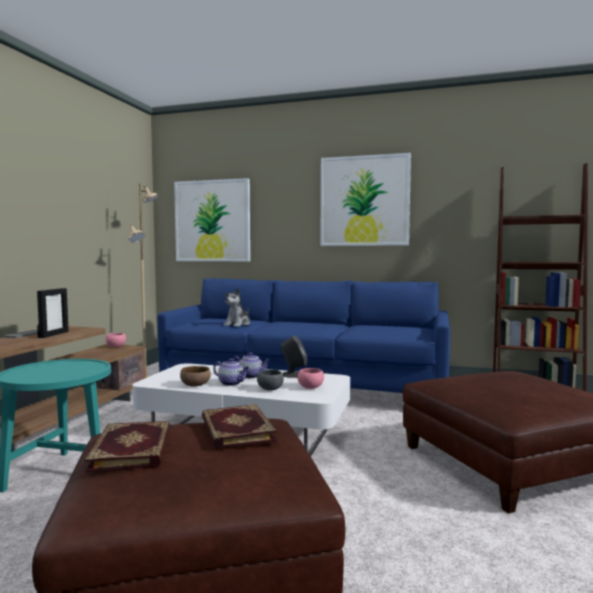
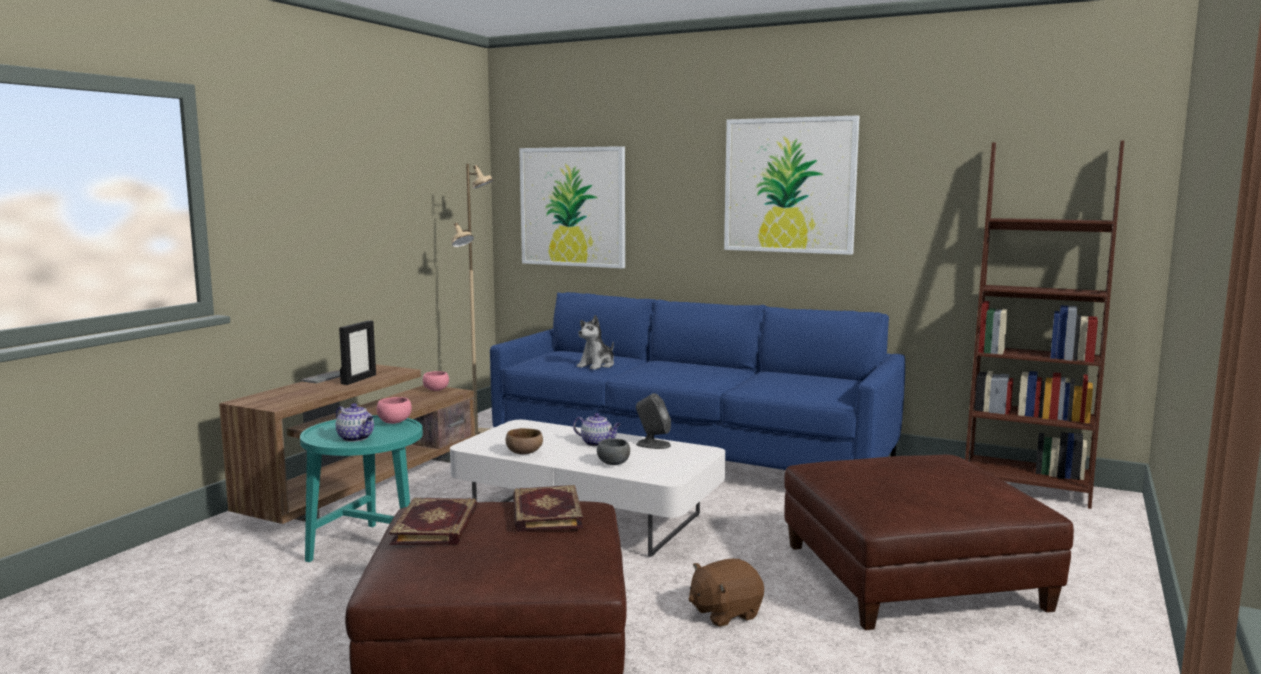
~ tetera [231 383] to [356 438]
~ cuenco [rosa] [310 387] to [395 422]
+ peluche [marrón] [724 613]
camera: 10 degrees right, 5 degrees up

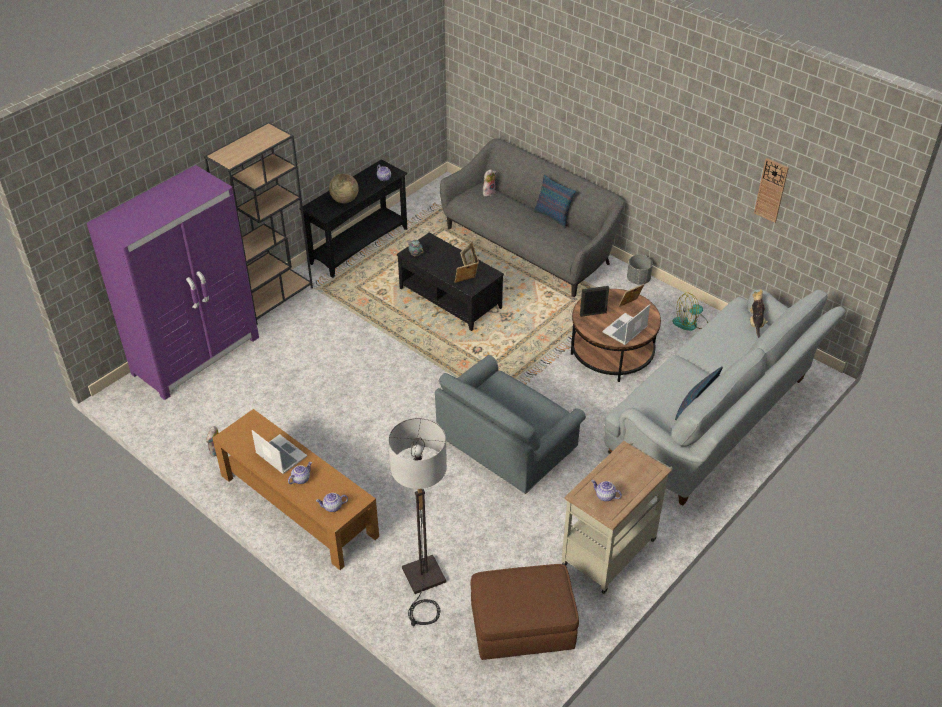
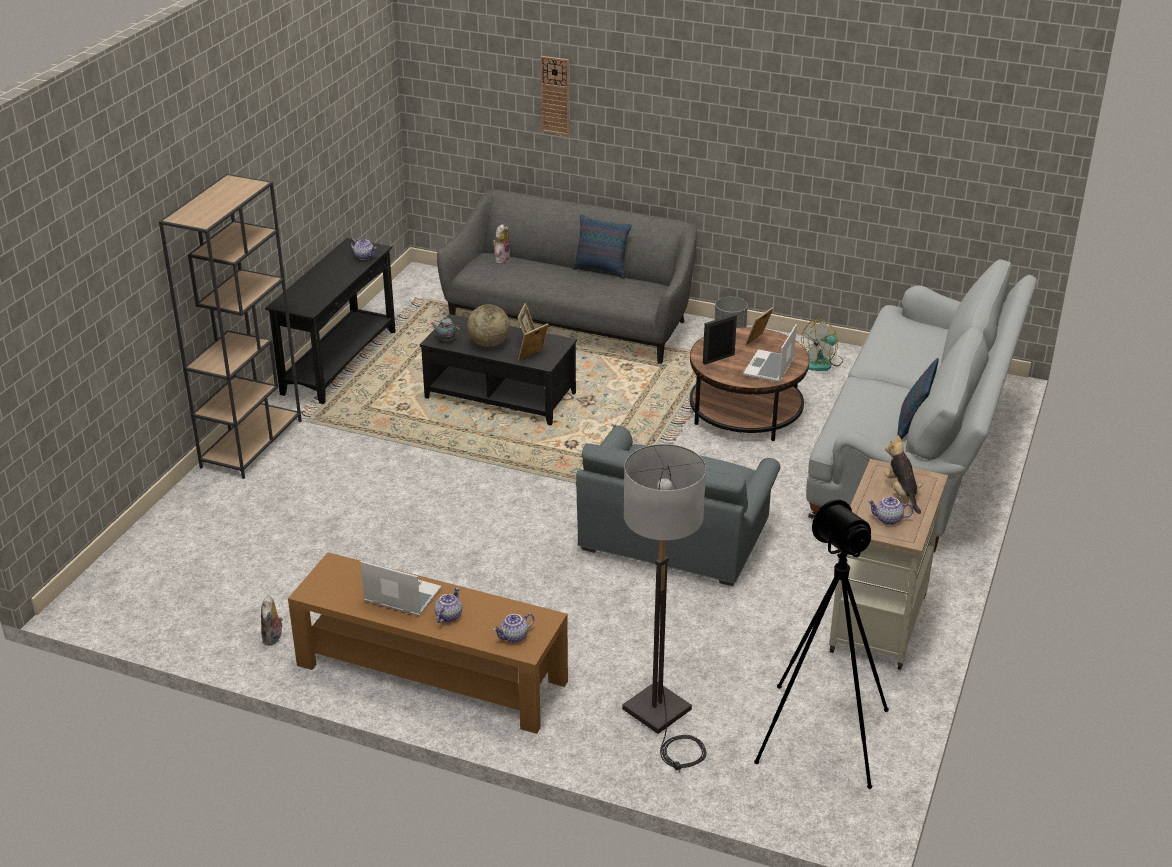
~ reloj de pared [771 190] to [555 95]
- armario [morado] [197 355]
~ globo terráqueo [344 200] to [489 344]
~ peluche [756 323] to [902 493]
~ puf [marrón] [521 628] to lámpara de pie [negro] [822 736]
camera: 20 degrees left, 10 degrees down

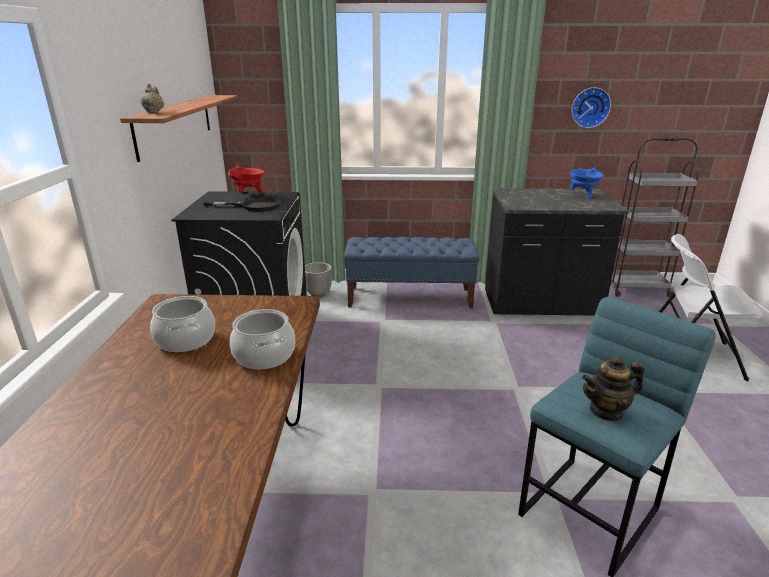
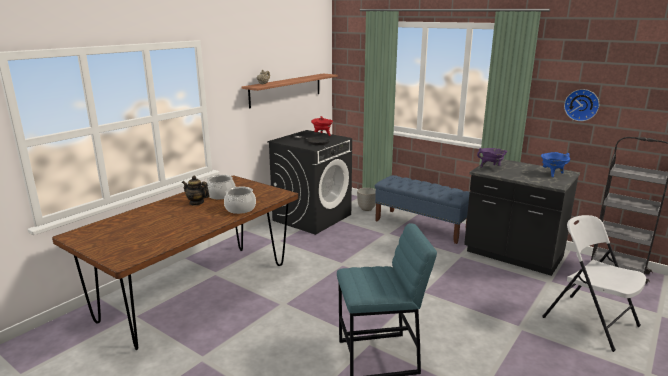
~ tetera [606 411] to [196 202]
+ olla [morado] [491 167]
camera: 35 degrees right, 5 degrees down

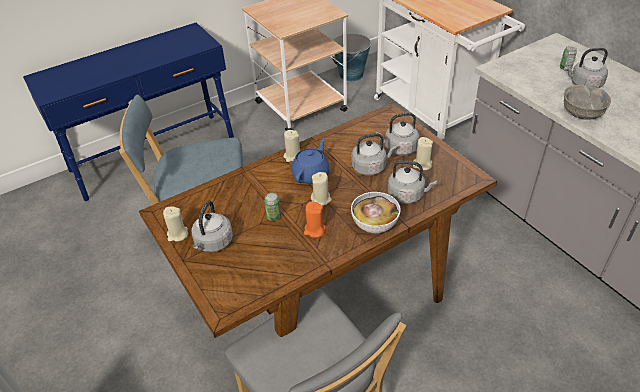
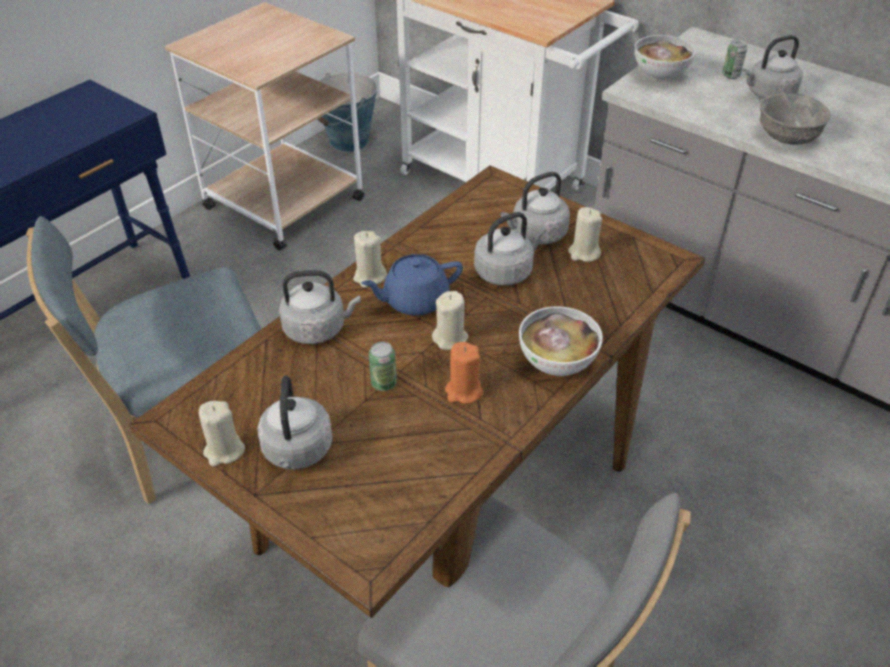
~ tetera [azul] [311 174] = [414 300] 120 degrees counterclockwise
~ hervidor [gris] [407 195] to [318 329]
+ cuenco [660 76]
camera: 20 degrees left, 0 degrees up

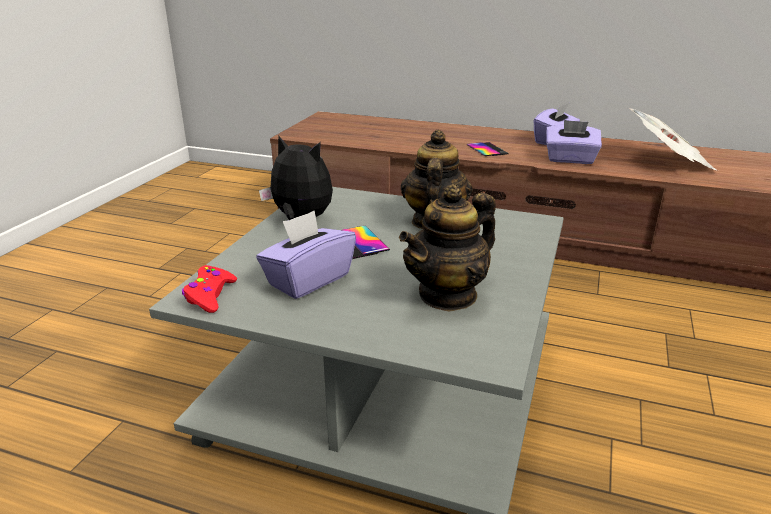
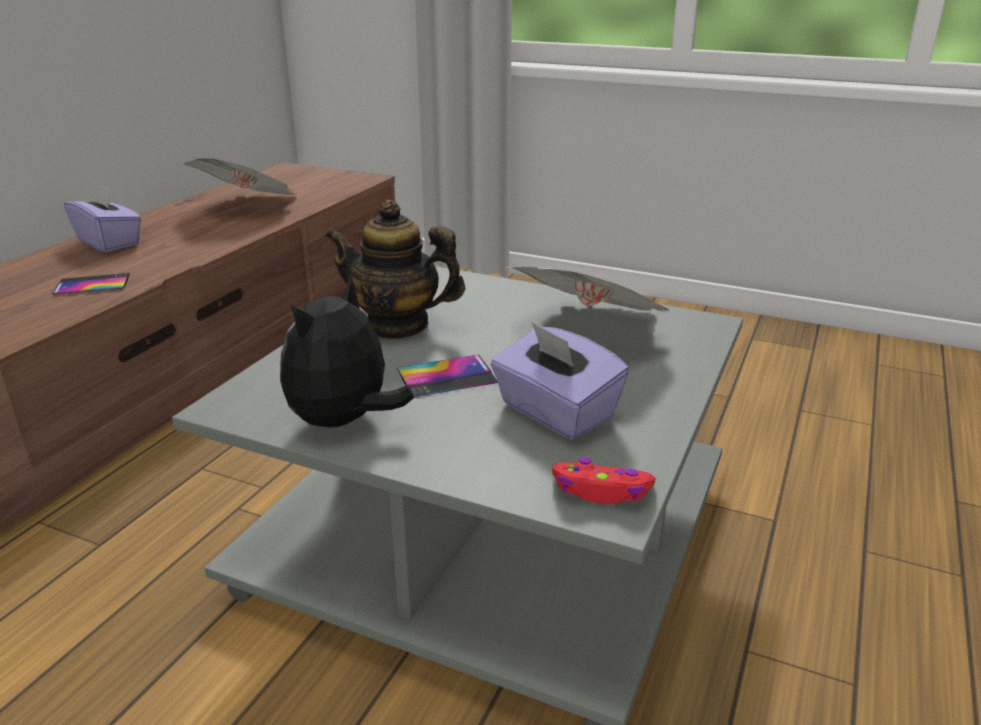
- caja de pañuelos [morado] [570 159]
~ tetera [448 295] to periódico [591 332]
camera: 85 degrees left, 0 degrees up

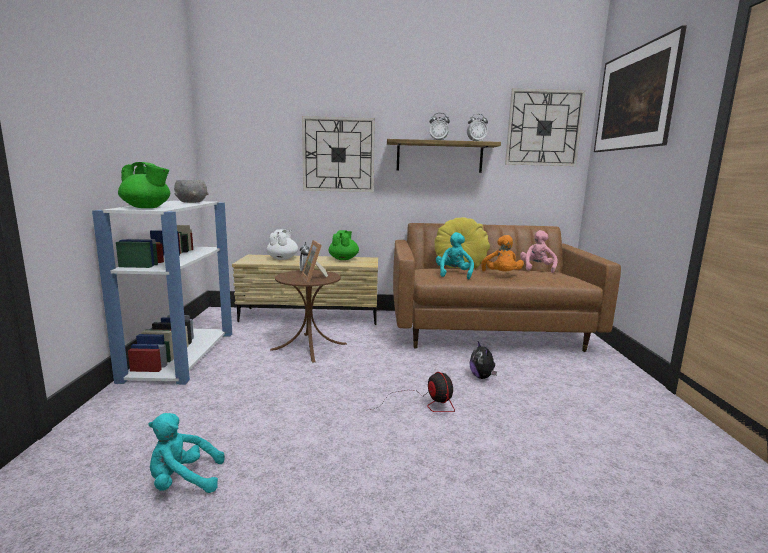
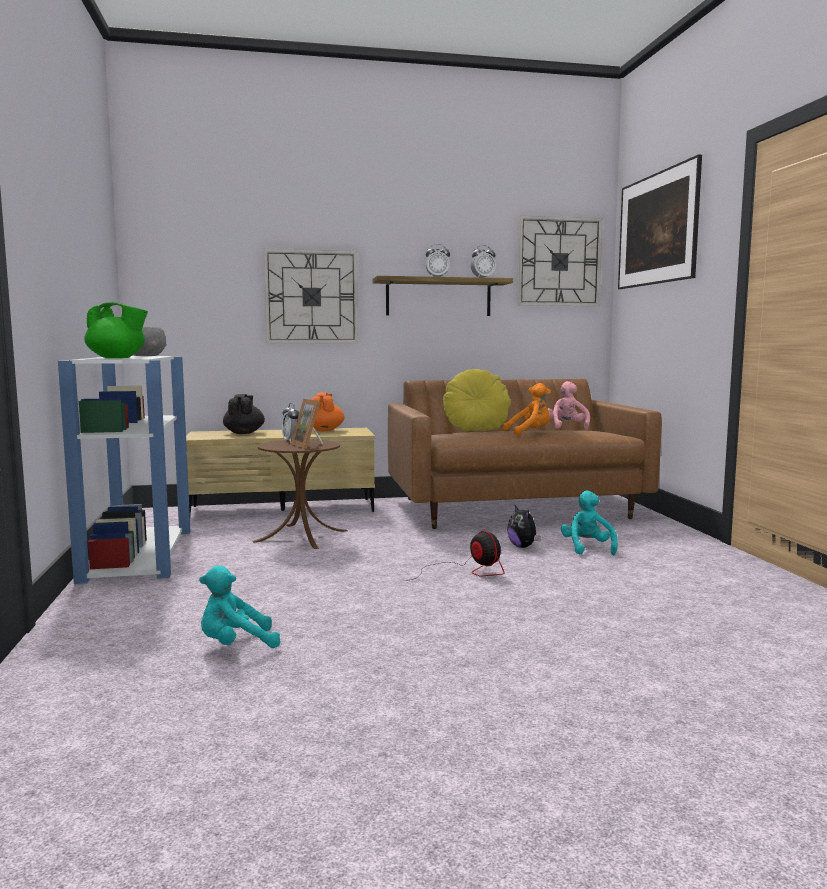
~ tetera [blanco] [282 258] to tetera [negro] [244 433]
~ tetera [verde] [343 259] to tetera [naranja] [324 430]
~ peluche [turquesa] [453 274] to [587 548]
~ peluche [naranja] [501 275] = [530 433] 90 degrees counterclockwise
camera: 10 degrees left, 5 degrees down

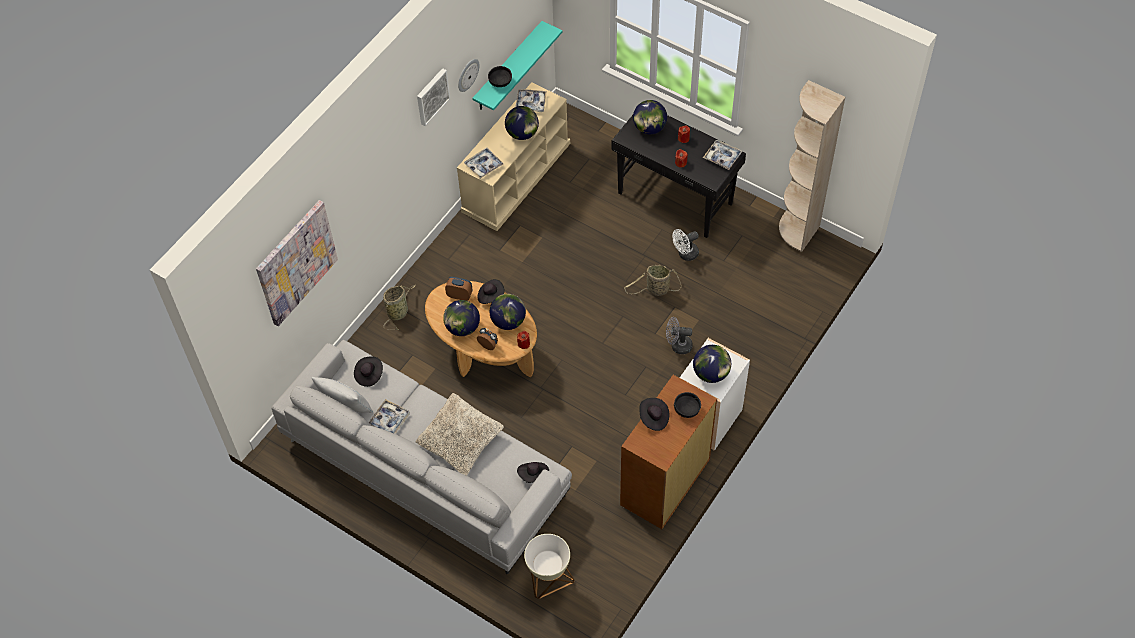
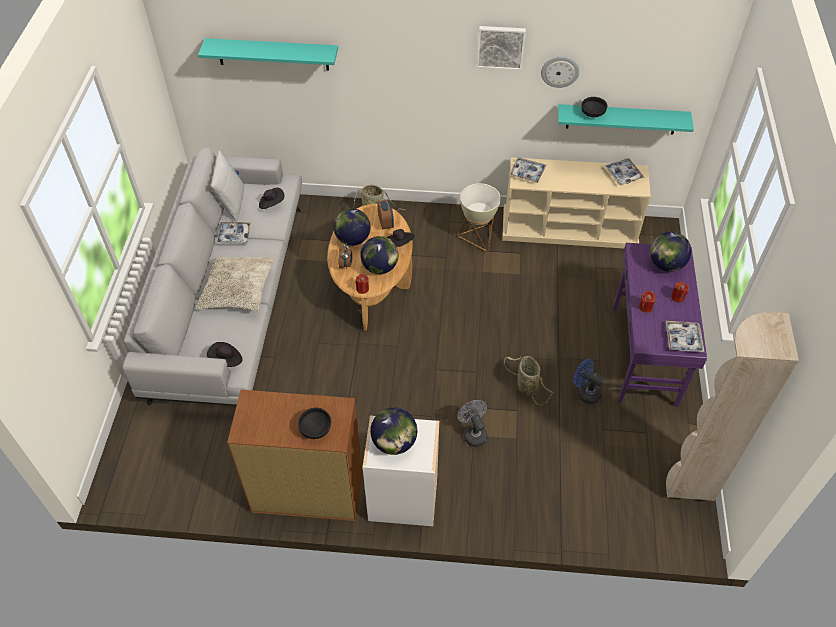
- globo terráqueo [522 133]
~ mesa consola [negro] [676 199] to mesa consola [morado] [644 356]
~ cuadro [296 262] to estante [turquesa] [273 54]
~ ventilador [blanco] [685 254] to ventilador [azul] [585 392]
- sombrero [negro] [653 418]
~ maceta [548 580] to [477 237]
camera: 60 degrees right, 5 degrees down

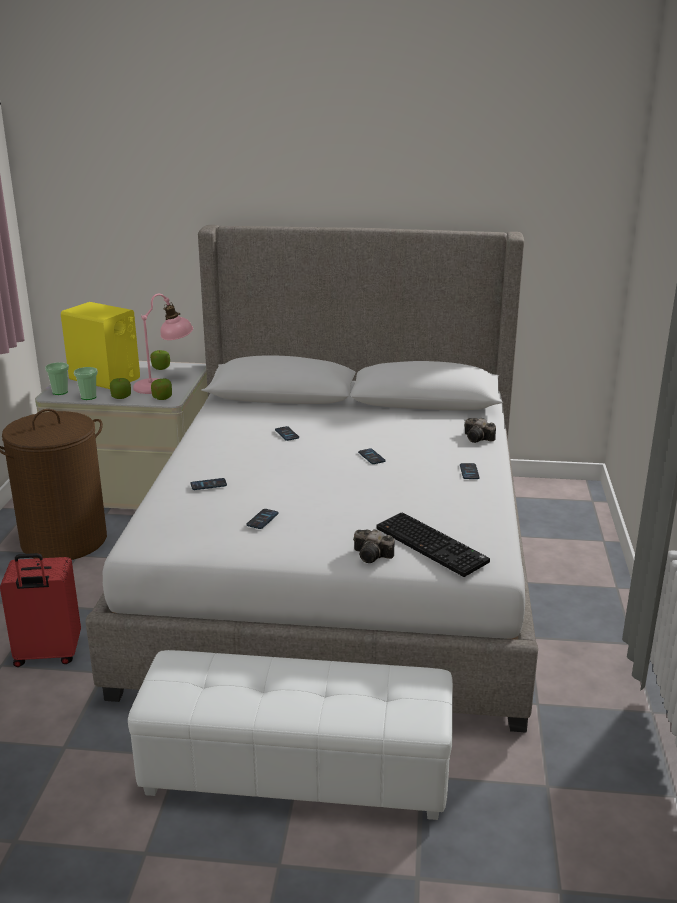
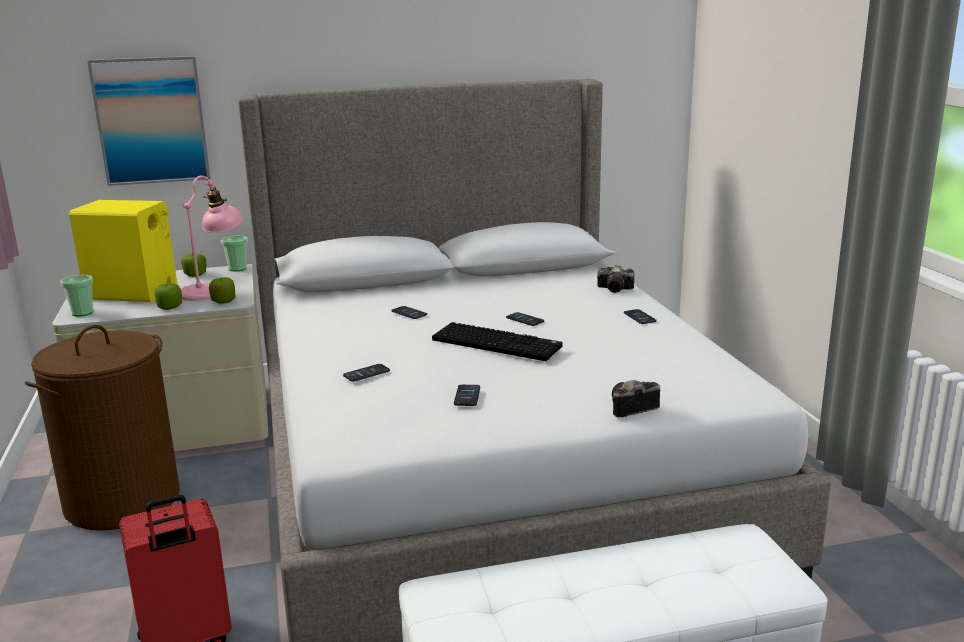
~ taza [88 397] to [237 269]
~ teclado [433 545] to [498 343]
~ cámara [373 556] = [629 409] 150 degrees clockwise
+ cuadro [151 120]
camera: 20 degrees left, 5 degrees down

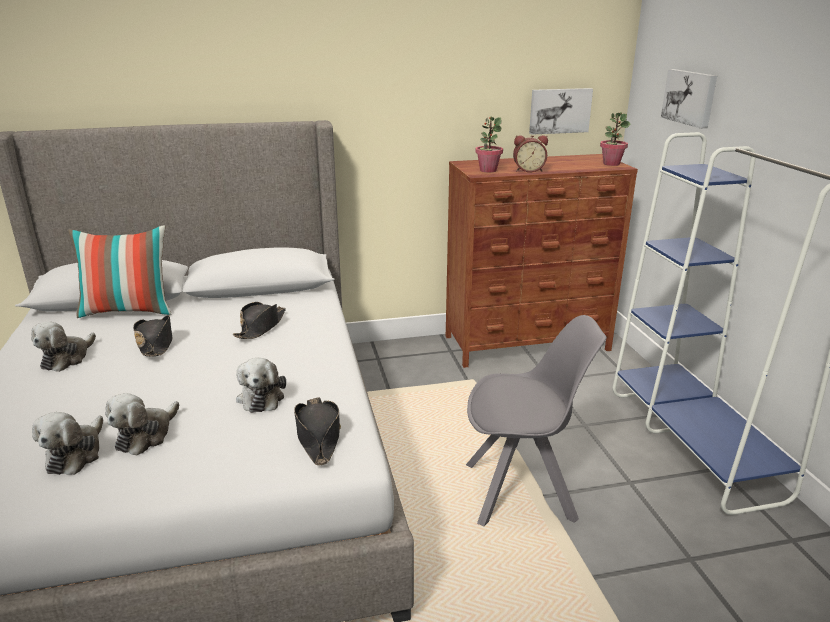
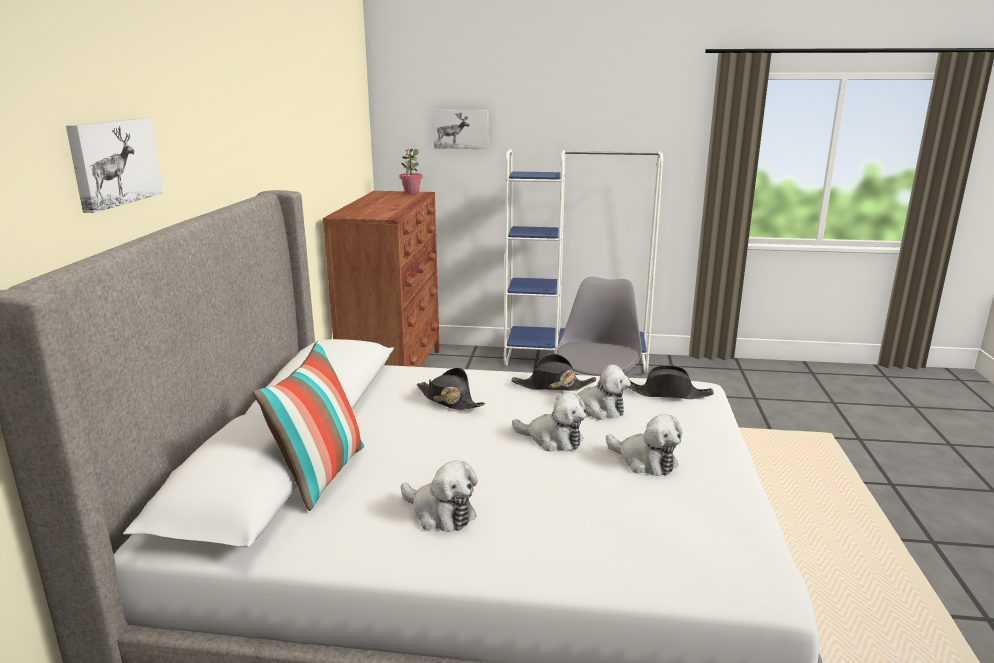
~ cuadro [559 110] to [113 162]
- planta en maceta [488 170]
- despertador [528 170]
~ sombrero [negro] [156 343] to [553 386]
~ peluche [76 454] to [552 439]
camera: 70 degrees left, 5 degrees down

